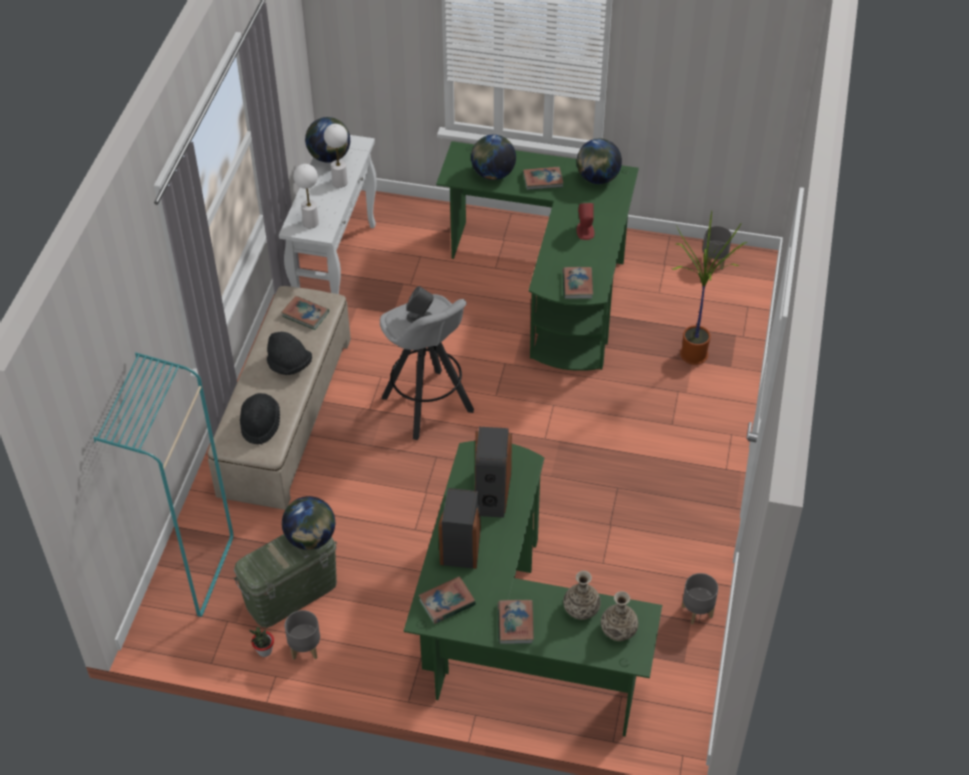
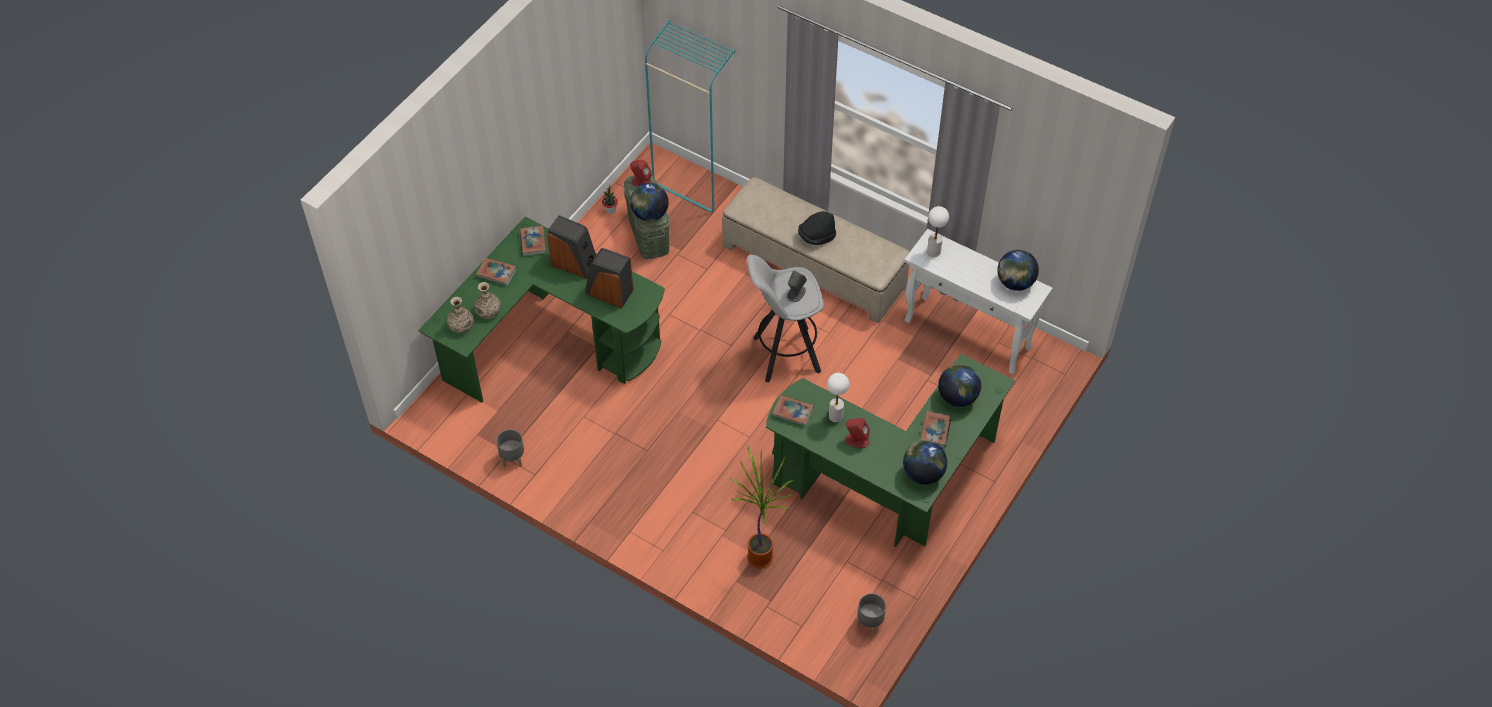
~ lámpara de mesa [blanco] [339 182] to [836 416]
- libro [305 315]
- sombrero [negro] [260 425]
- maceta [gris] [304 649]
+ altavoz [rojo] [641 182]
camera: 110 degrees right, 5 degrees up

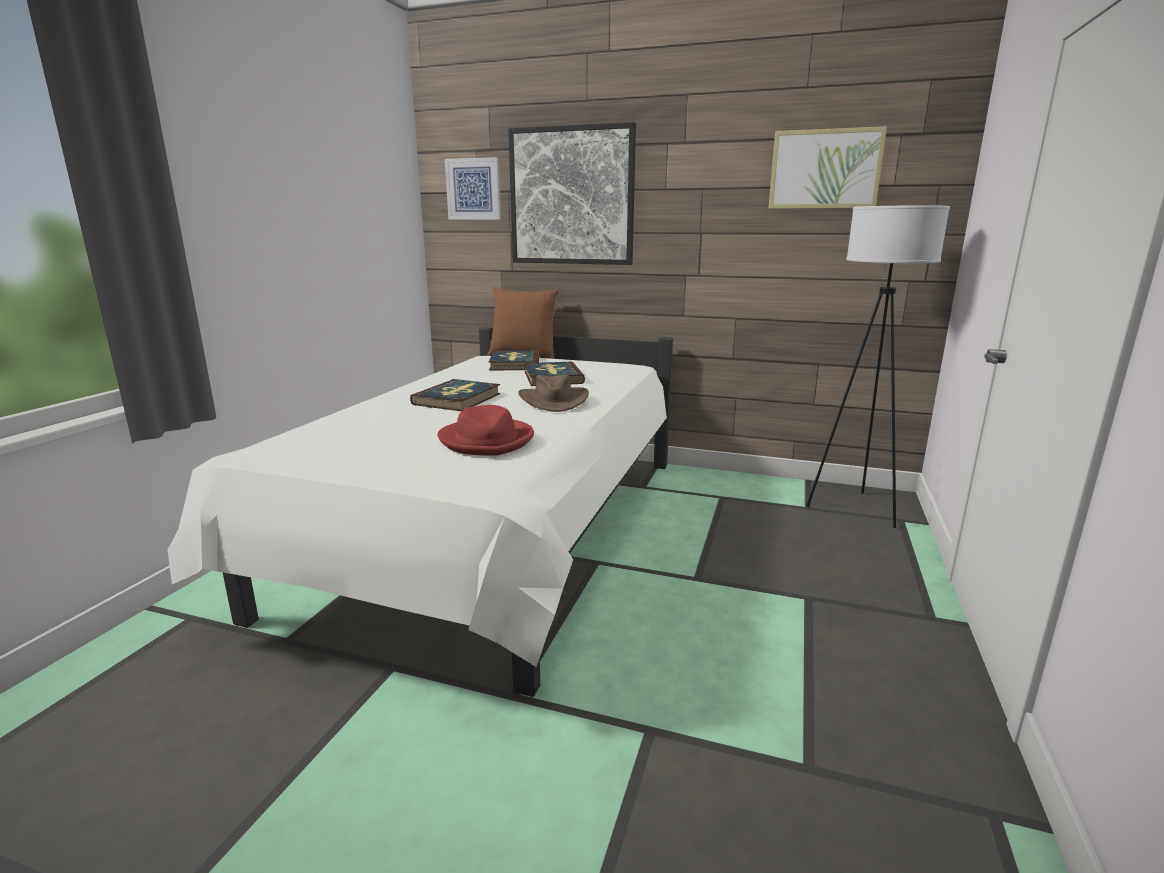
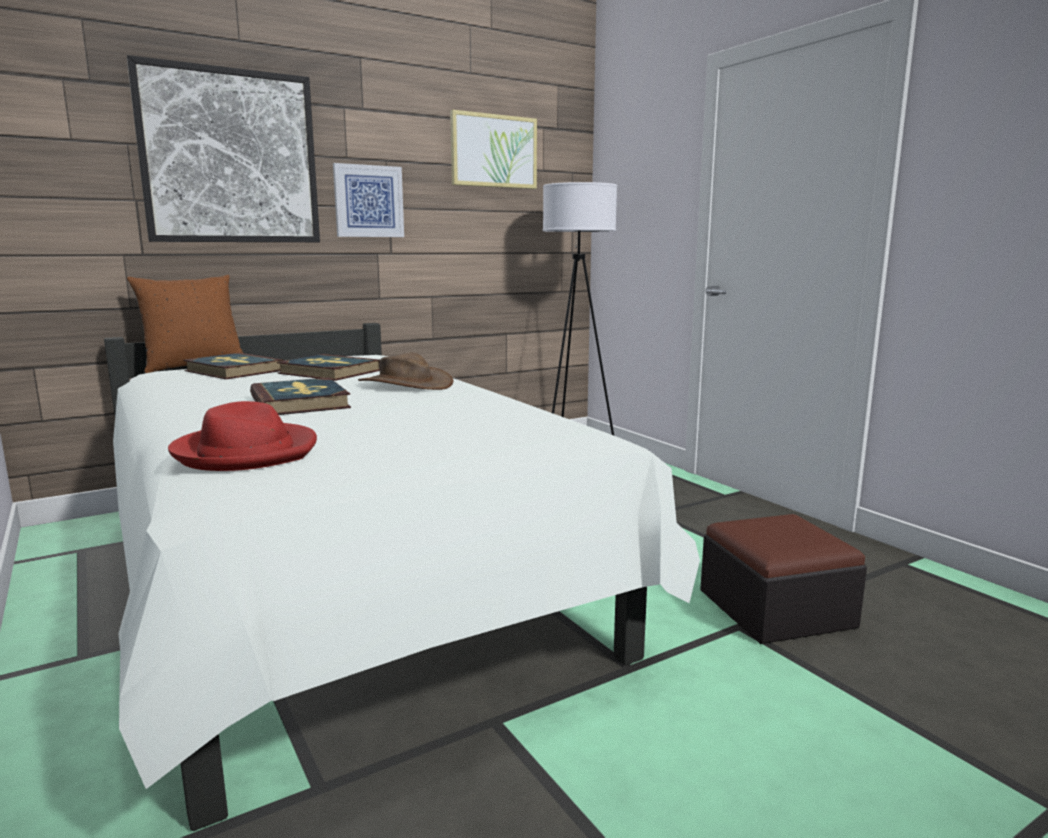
~ cuadro [473 189] to [368 201]
~ sombrero [rojo] [487 440] to [247 452]
+ puf [776 609]
camera: 50 degrees left, 5 degrees down

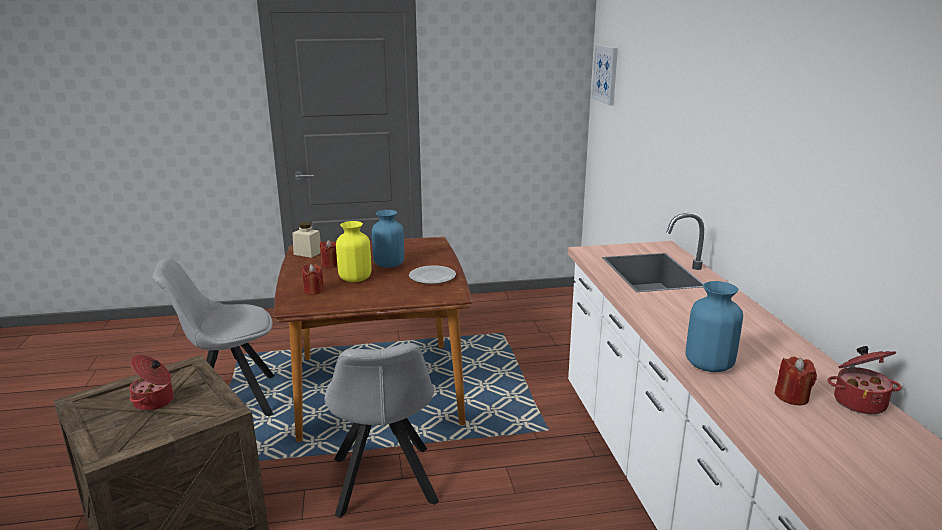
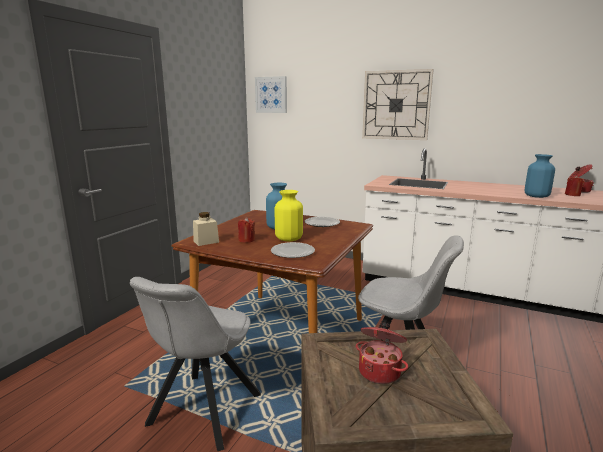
~ vela [rojo] [314 290] to plato [293 252]
+ reloj de pared [396 105]
camera: 55 degrees left, 5 degrees down

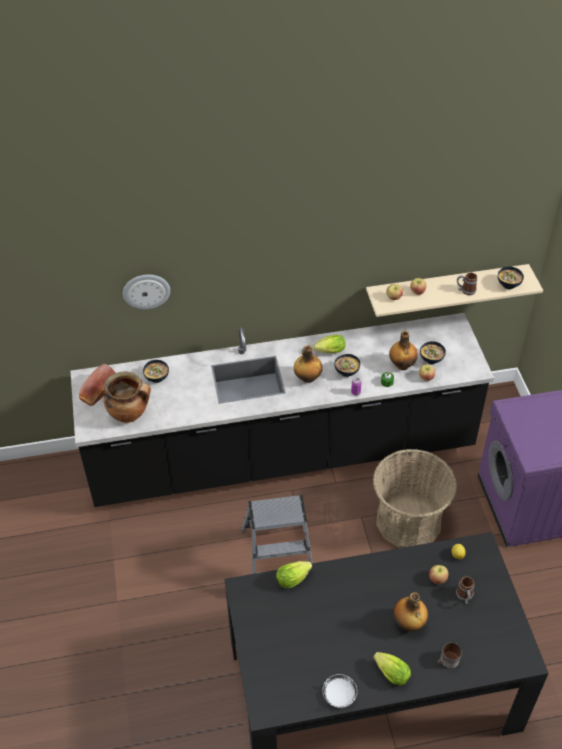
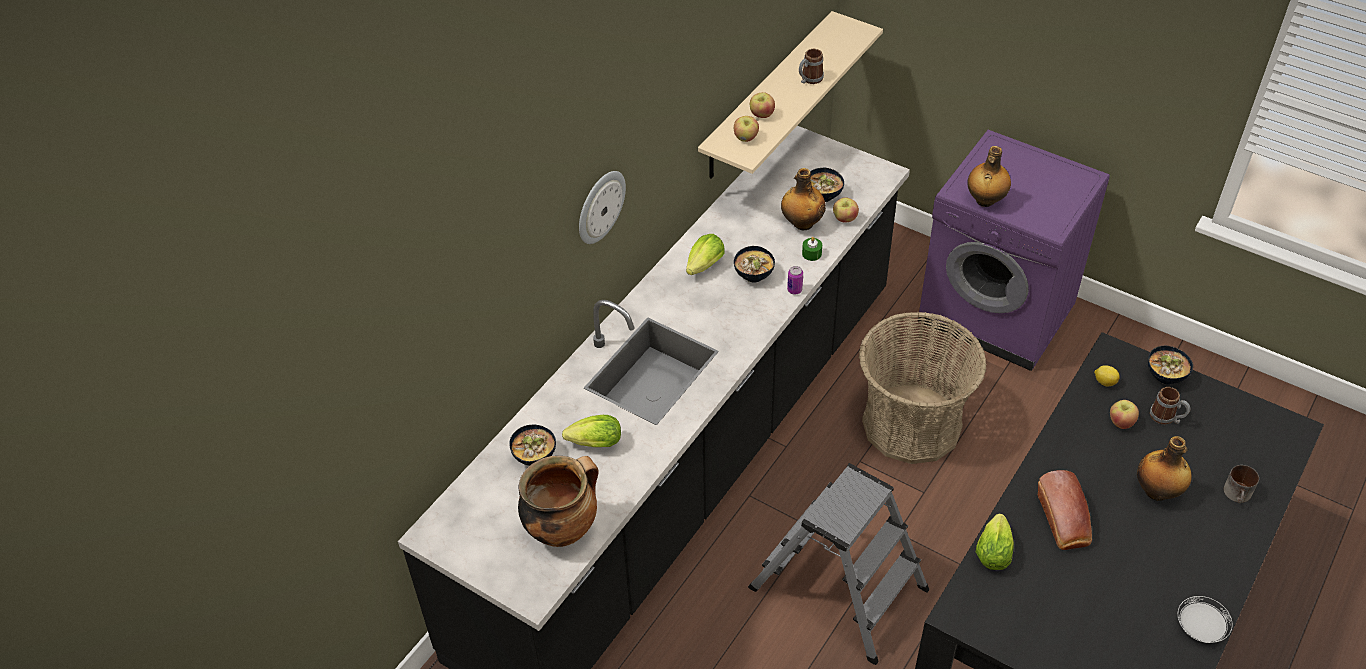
~ cuenco [509 284] to [1165 375]
~ reloj de pared [146 291] to [600 206]
~ botella [307 378] to [985 201]
~ pan [98 392] to [1063 522]
~ lechuga [390 672] to [592 443]
camera: 45 degrees left, 0 degrees up

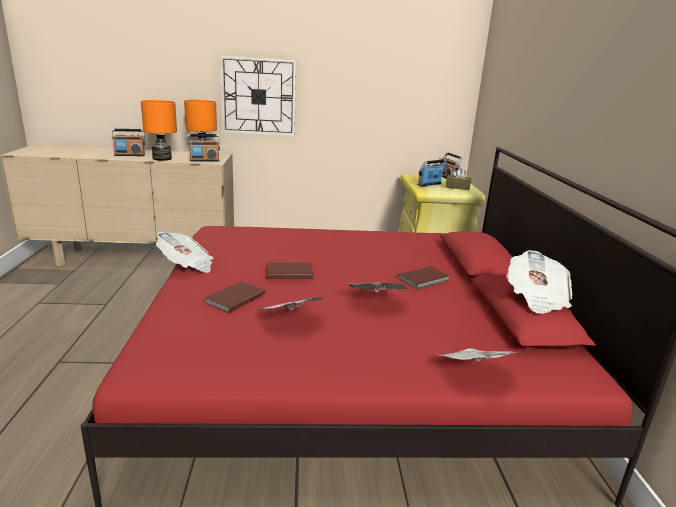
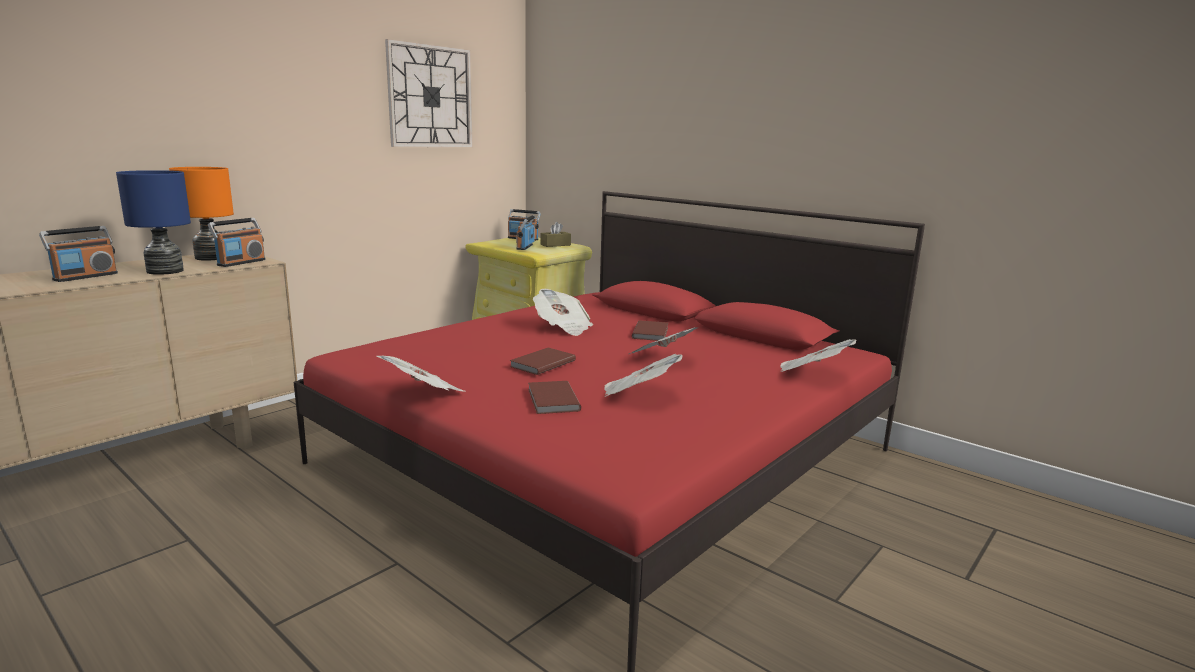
~ reloj de pared [258 96] to [430 97]
~ lámpara de mesa [naranja] [162 158] to lámpara de mesa [azul] [165 271]
~ periódico [536 298] to [562 328]
camera: 45 degrees left, 5 degrees down

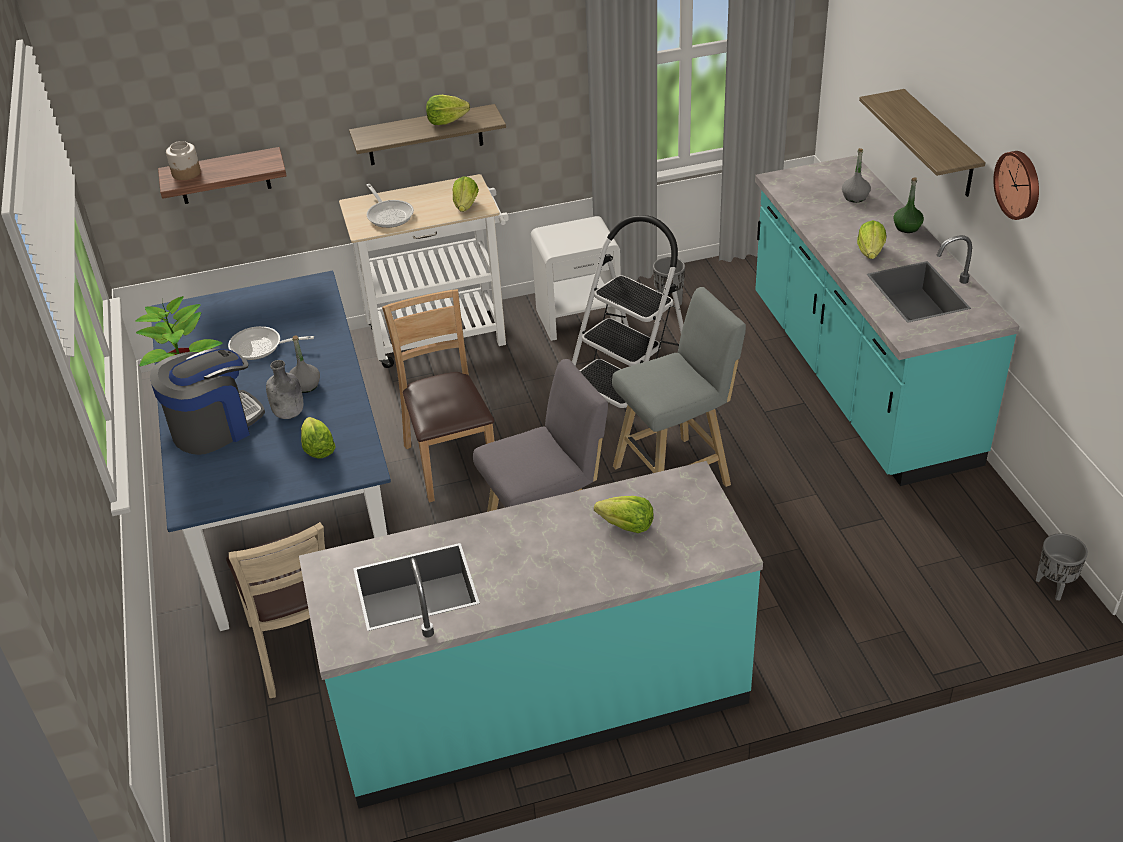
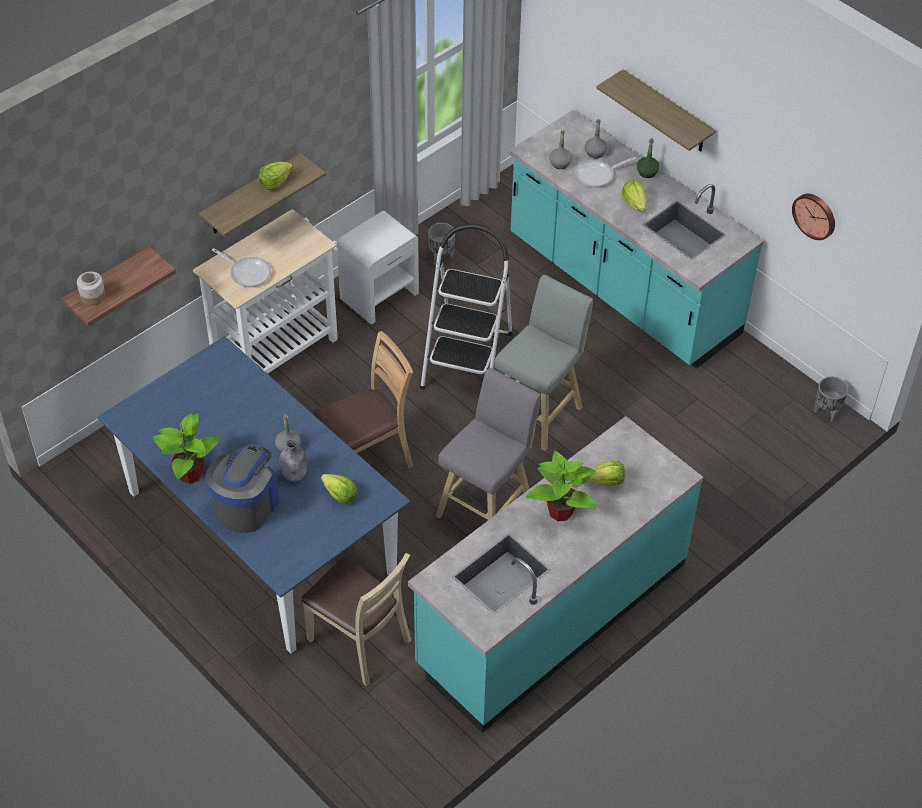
~ reloj de pared [1019 184] to [815 215]
- lechuga [465 206]
~ silla [marrón] [451 463] = [367 459] 105 degrees clockwise
~ sartén [261 347] to [598 175]
+ botella [gris] [560 163]
+ planta en maceta [561 511]
camera: 30 degrees left, 10 degrees up

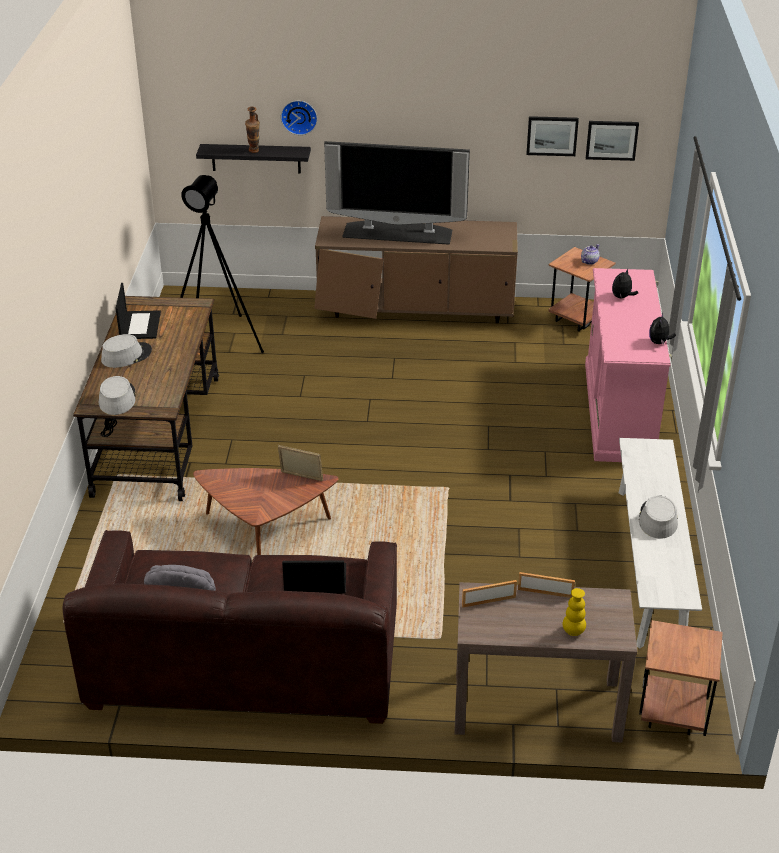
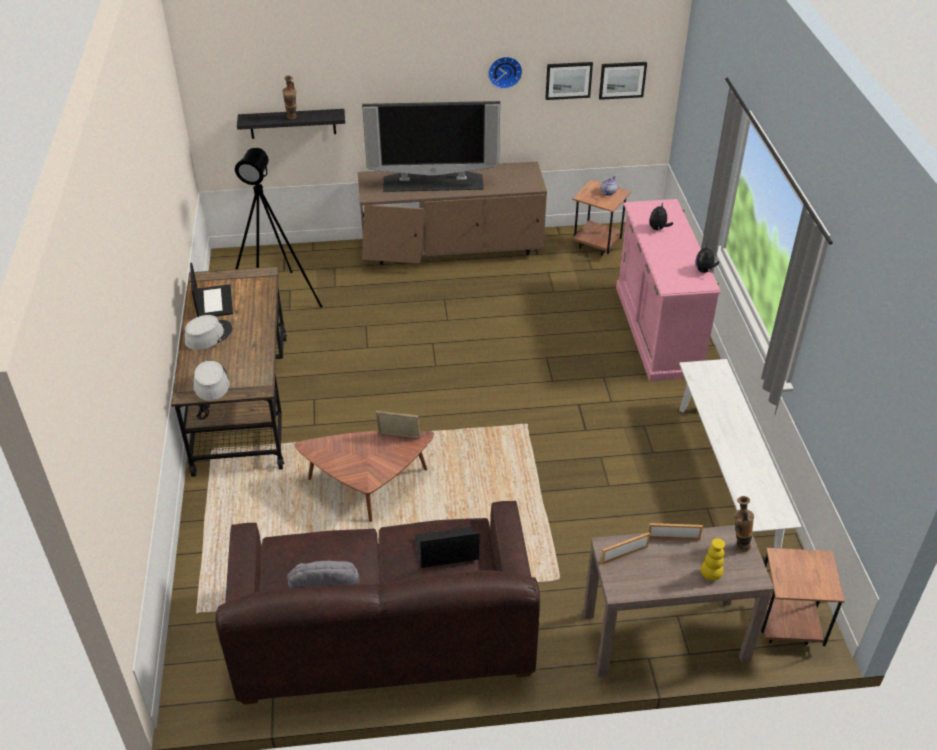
~ reloj de pared [299 116] to [504 71]
- sombrero [gris] [657 519]
+ florero [738 545]
camera: 10 degrees left, 5 degrees up

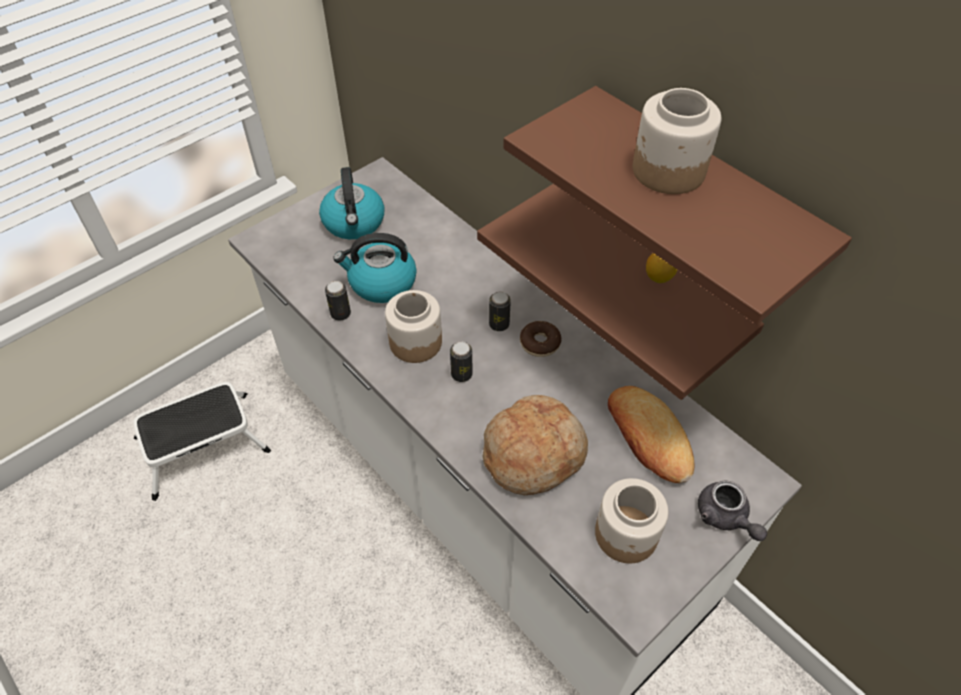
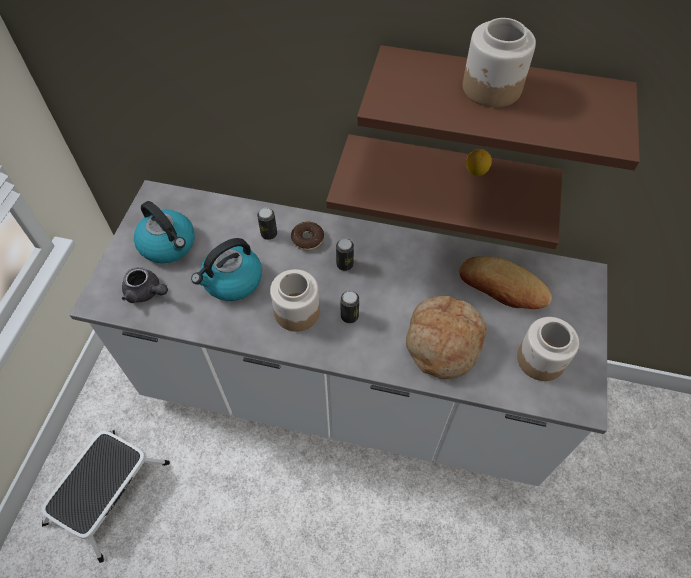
~ lata [340 314] to [269 234]
~ rosquilla [540 343] to [307 239]
~ tetera [gris] [725 517] to [146 292]
camera: 35 degrees left, 5 degrees up

